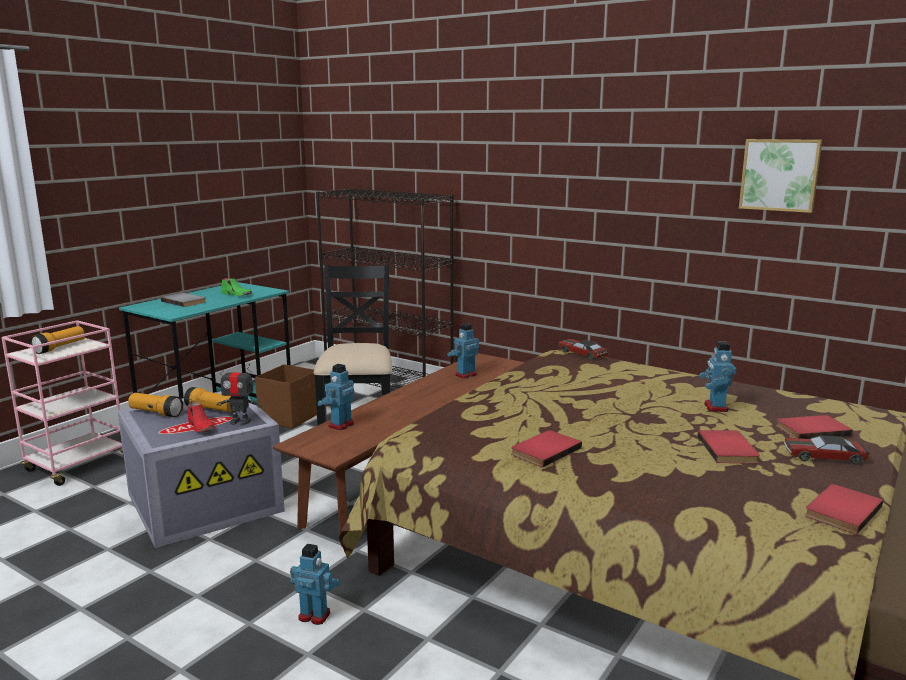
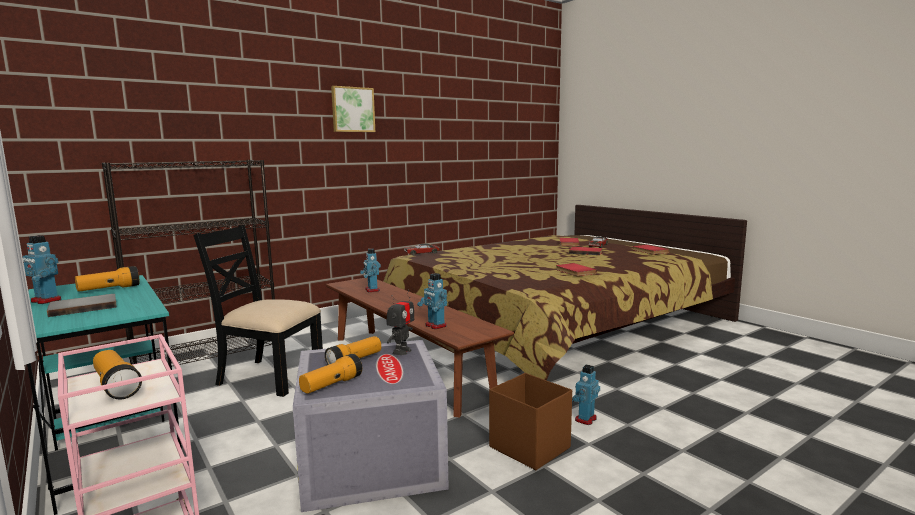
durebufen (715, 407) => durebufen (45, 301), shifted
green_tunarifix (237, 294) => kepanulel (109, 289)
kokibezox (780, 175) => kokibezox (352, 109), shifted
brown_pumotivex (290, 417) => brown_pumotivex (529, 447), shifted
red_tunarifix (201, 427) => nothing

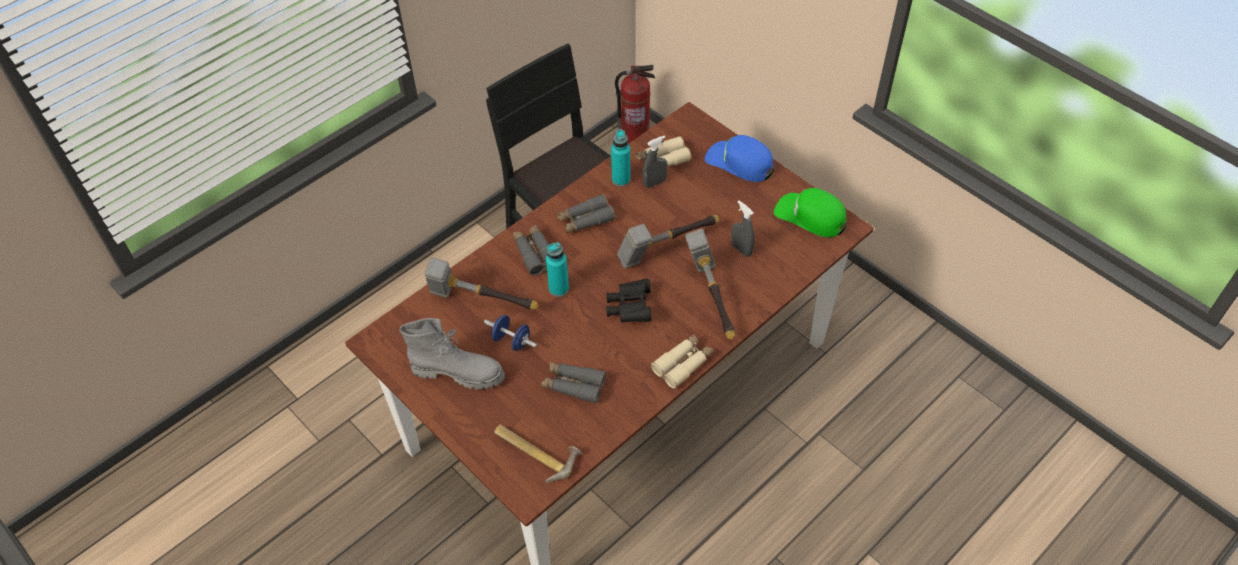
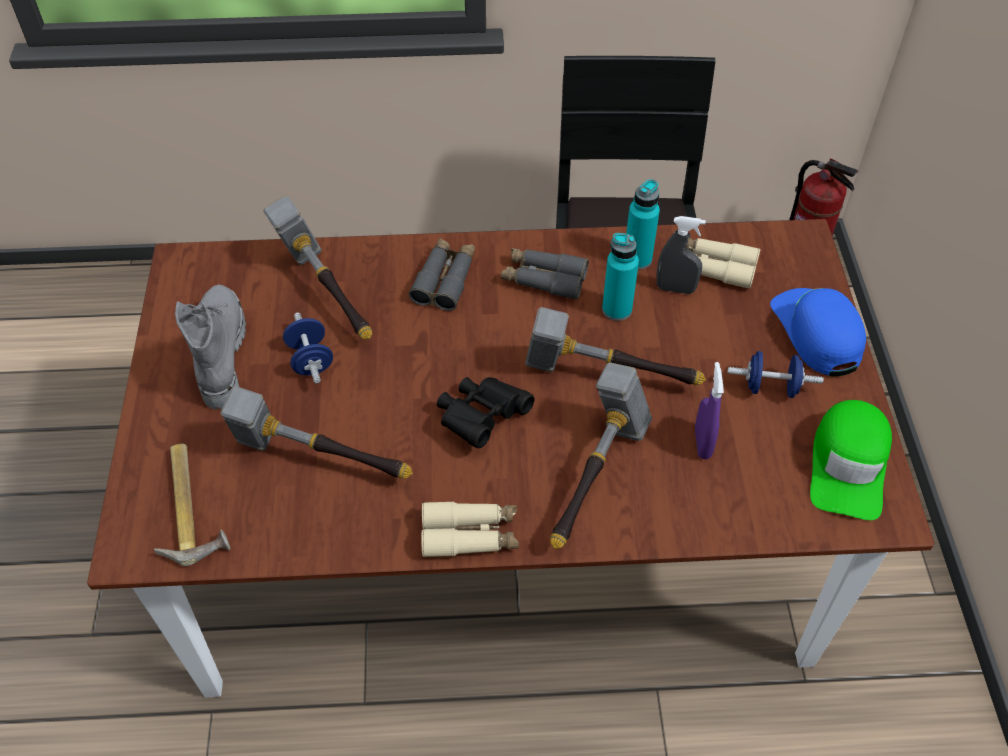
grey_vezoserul (458, 372) => grey_vezoserul (219, 354), 150 degrees counterclockwise
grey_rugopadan (573, 385) => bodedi (317, 461)
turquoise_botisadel (558, 288) => turquoise_botisadel (617, 309), shifted
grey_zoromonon (741, 249) => purple_zoromonon (702, 443)
nothing => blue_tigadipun (771, 387)
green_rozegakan (810, 216) => green_rozegakan (848, 465), 150 degrees counterclockwise

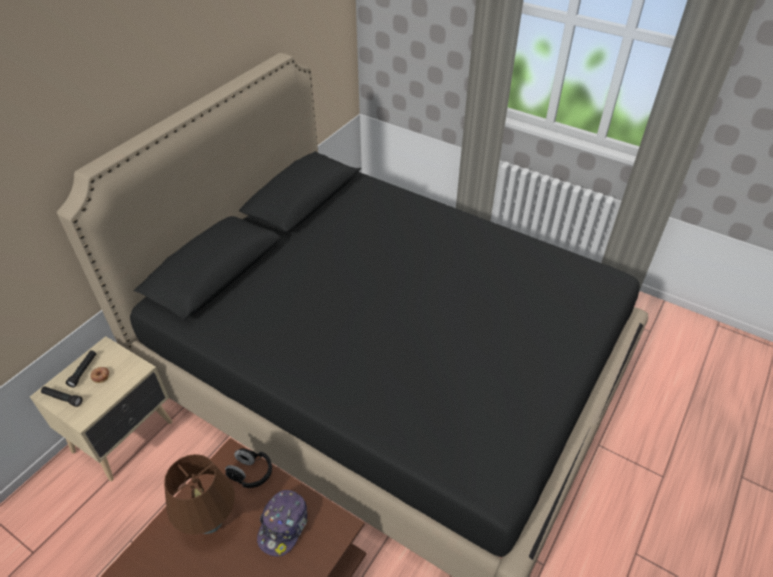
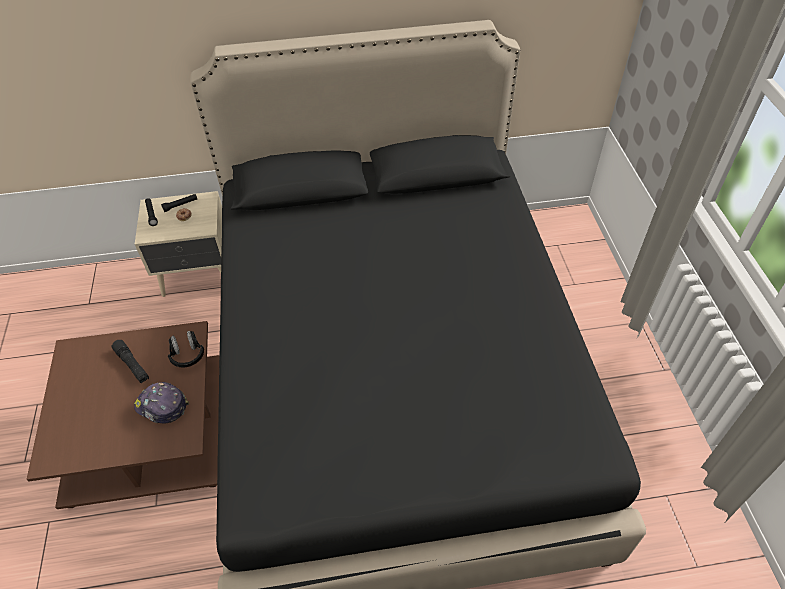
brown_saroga (211, 524) => black_kepanulel (132, 365)
rozegakan (284, 526) => rozegakan (161, 406), 45 degrees clockwise

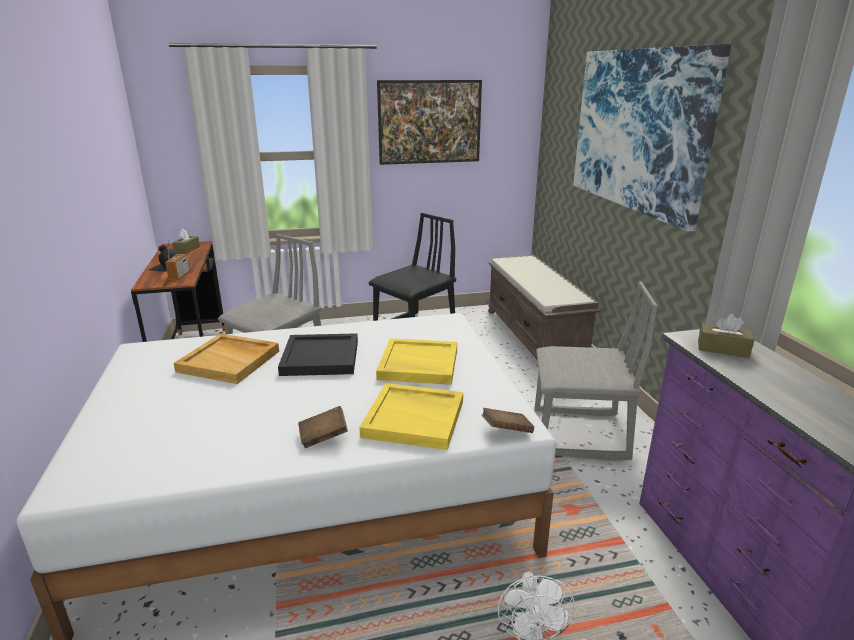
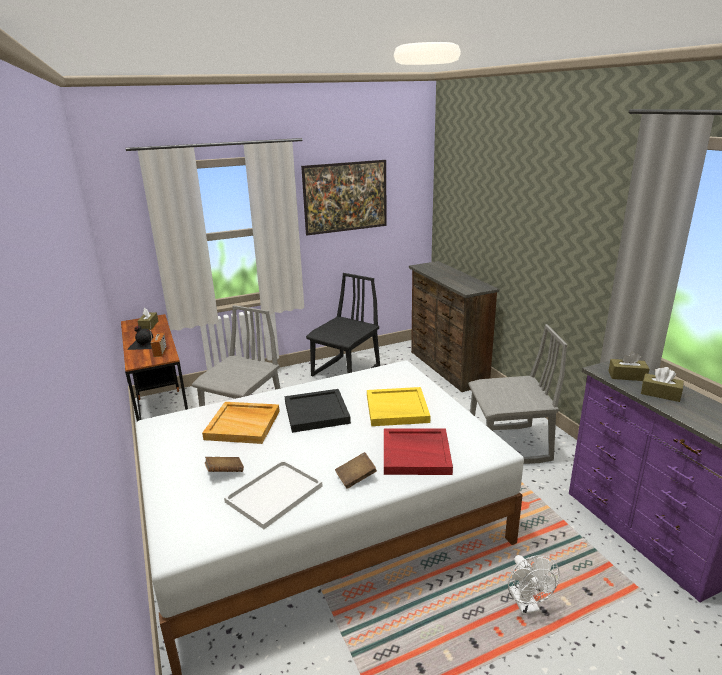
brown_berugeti (506, 431) => brown_berugeti (225, 472), shifted
nothing => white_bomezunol (275, 493)
yellow_bomezunol (415, 418) => red_bomezunol (416, 453)
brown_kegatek (535, 337) => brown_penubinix (447, 368)
nothing => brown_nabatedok (660, 394)
kokibezox (638, 130) => nothing

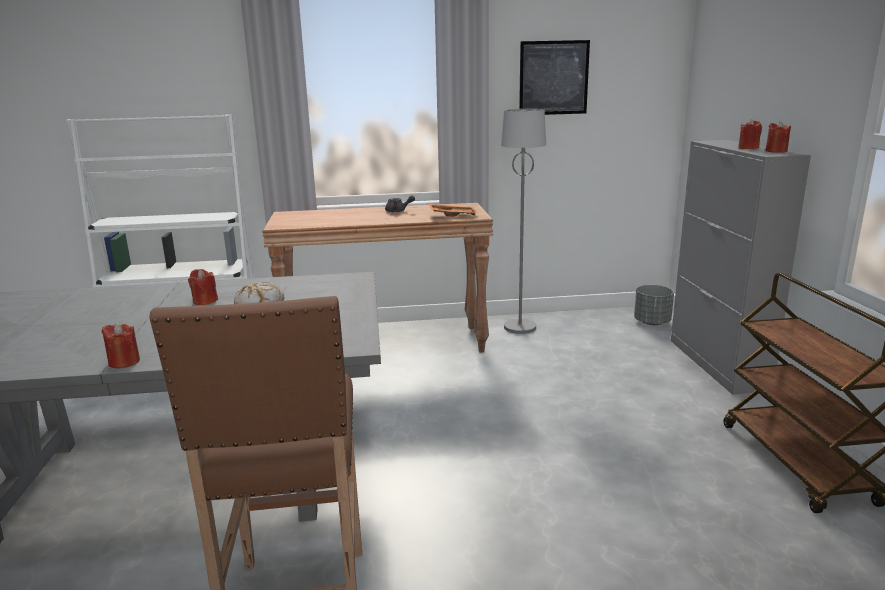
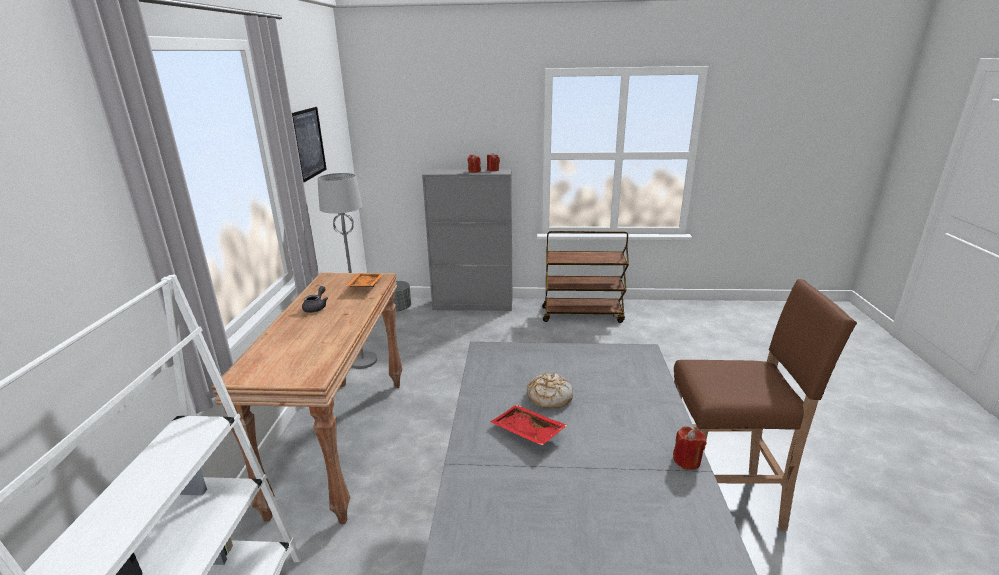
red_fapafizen (205, 301) => red_bomezunol (527, 432)

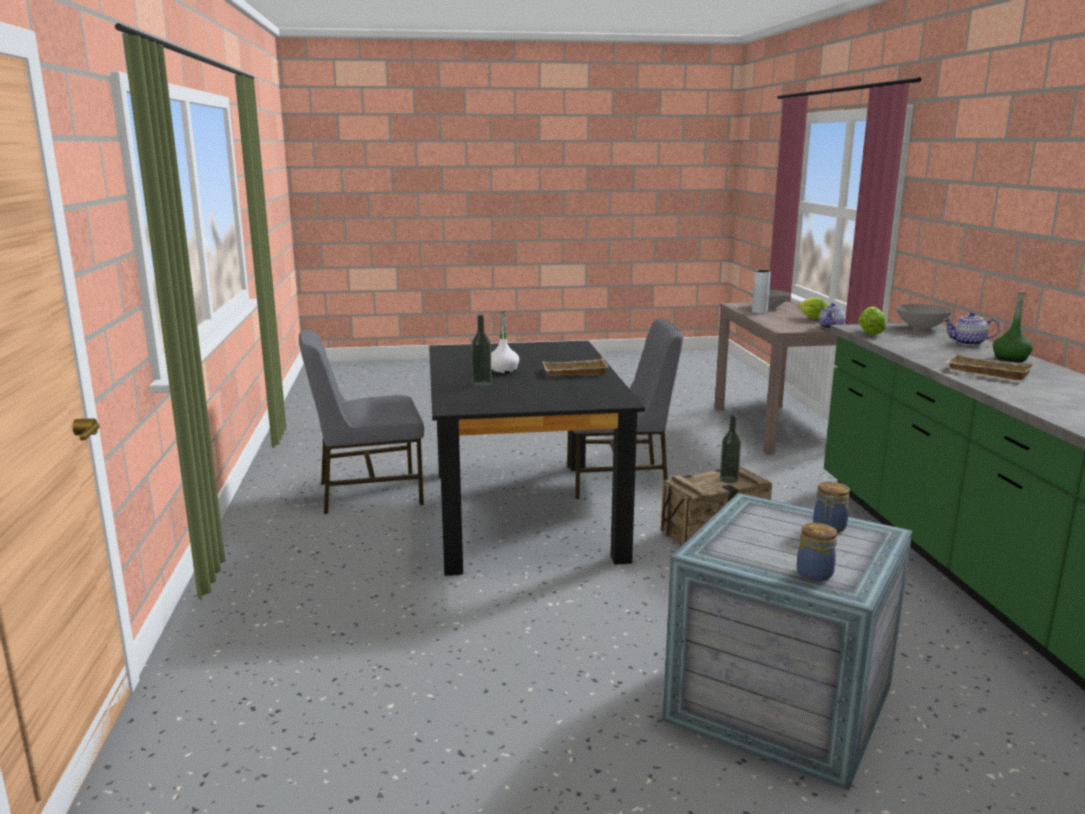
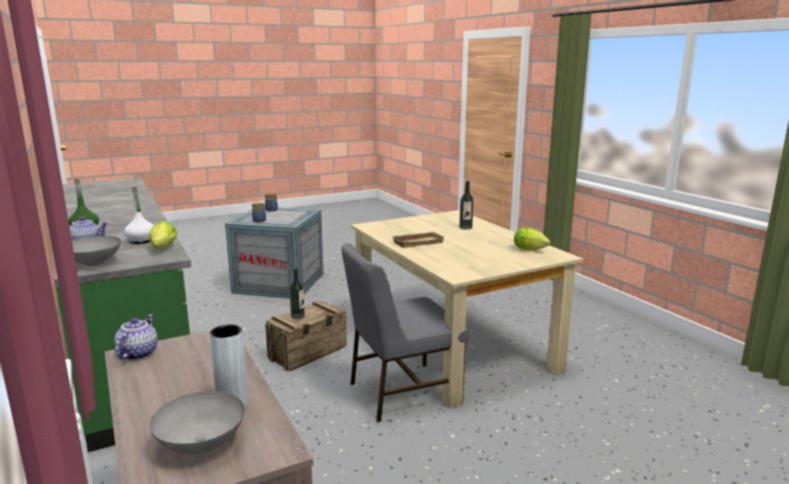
white_botisadel (503, 370) => white_botisadel (141, 241), shifted
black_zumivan (522, 512) => beige_zumivan (454, 346)
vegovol (811, 318) => vegovol (531, 250), shifted
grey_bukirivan (368, 493) => nothing
beige_bomezunol (986, 372) => nothing

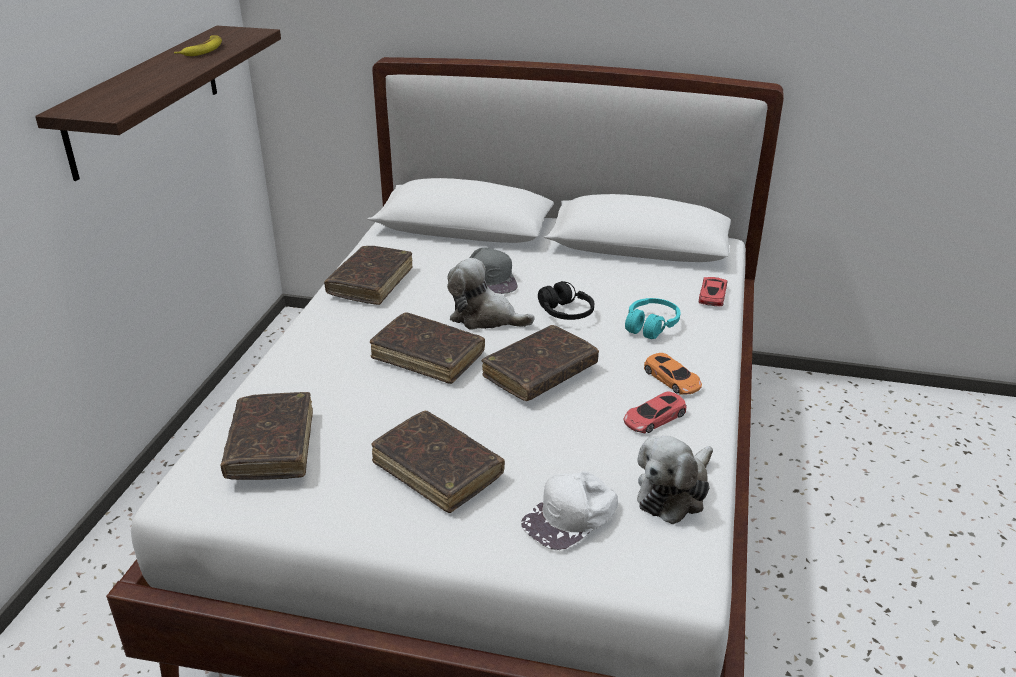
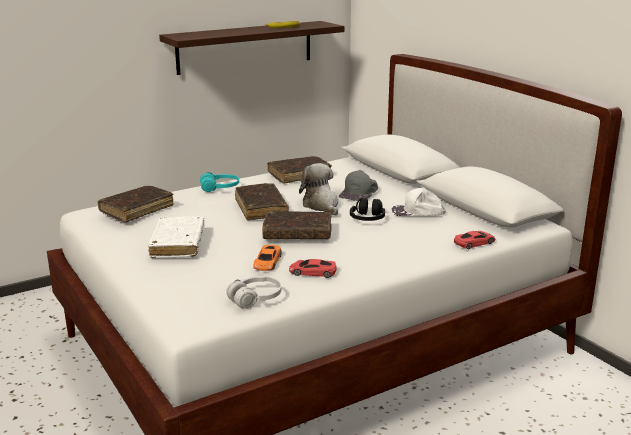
brown_berugeti (437, 470) => white_berugeti (178, 244)
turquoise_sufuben (651, 326) => turquoise_sufuben (220, 188), shifted
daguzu (674, 492) => white_sufuben (255, 299)
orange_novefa (672, 379) => orange_novefa (267, 262), shifted
white_rozegakan (571, 517) => white_rozegakan (418, 212), shifted

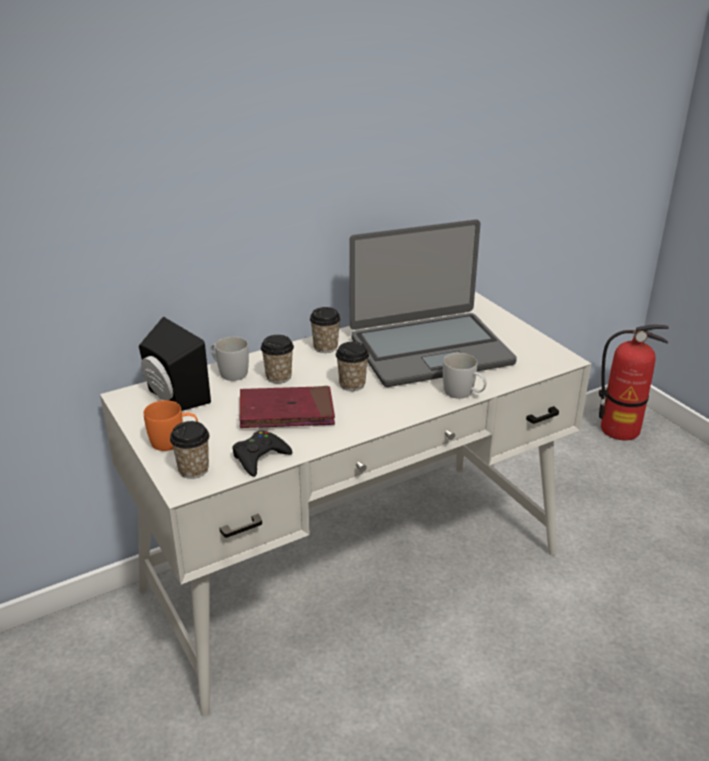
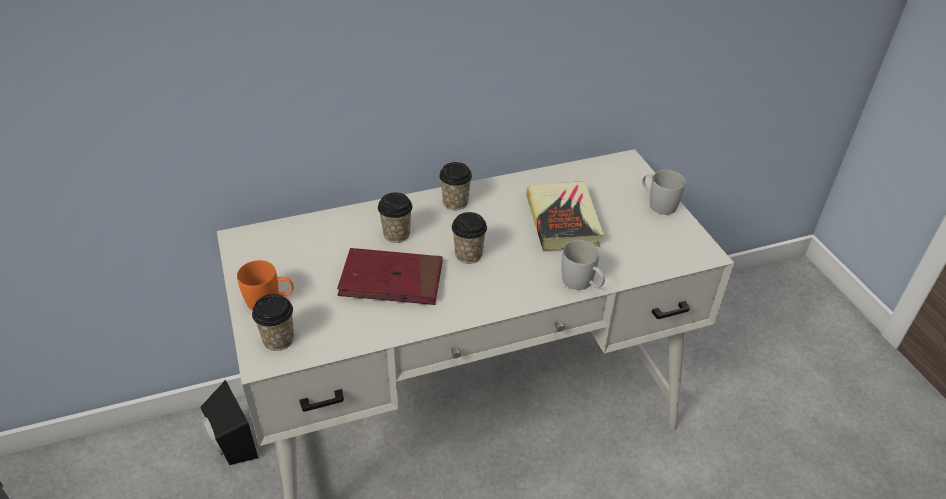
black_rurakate (173, 397) => black_rurakate (230, 445), shifted
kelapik (429, 350) => berugeti (563, 221)
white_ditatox (229, 372) => white_ditatox (657, 203), shifted
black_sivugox (260, 457) => nothing
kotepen (620, 430) => nothing

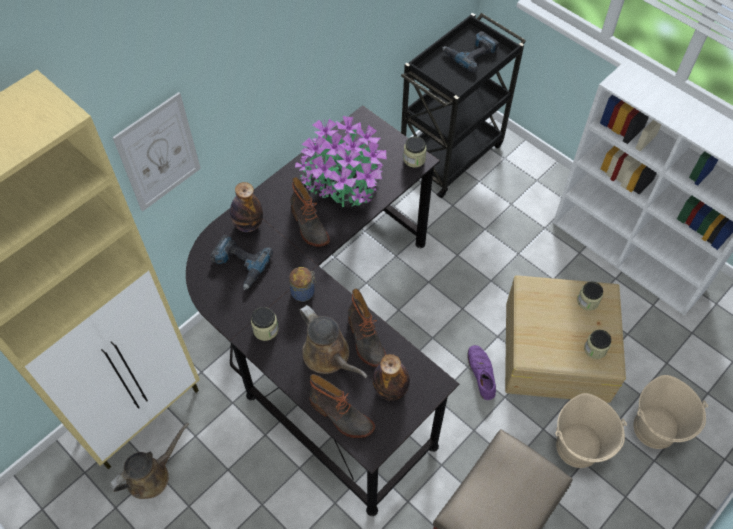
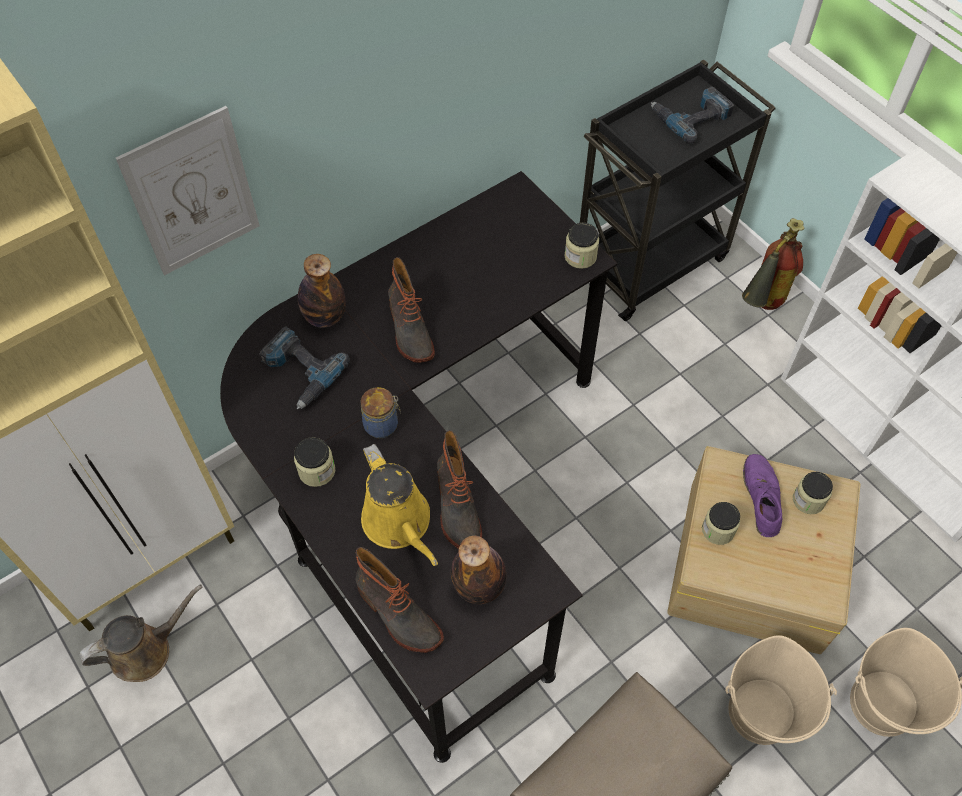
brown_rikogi (329, 356) => yellow_rikogi (399, 523)
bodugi (595, 349) => bodugi (718, 530), shifted
nothing => kotepen (760, 307)
purple_tunarifix (481, 374) => purple_tunarifix (761, 498), shifted
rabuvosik (343, 182) => nothing

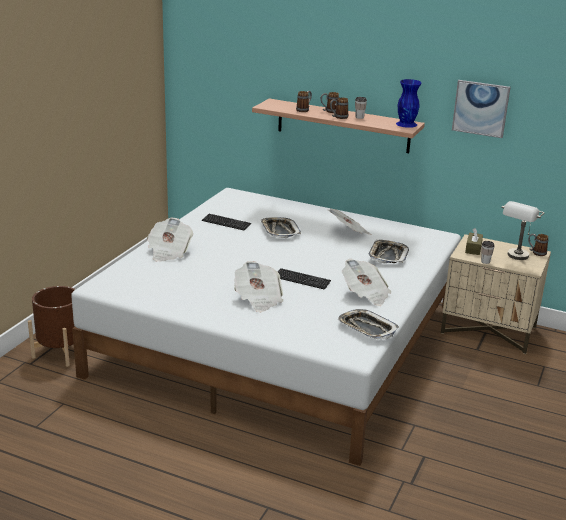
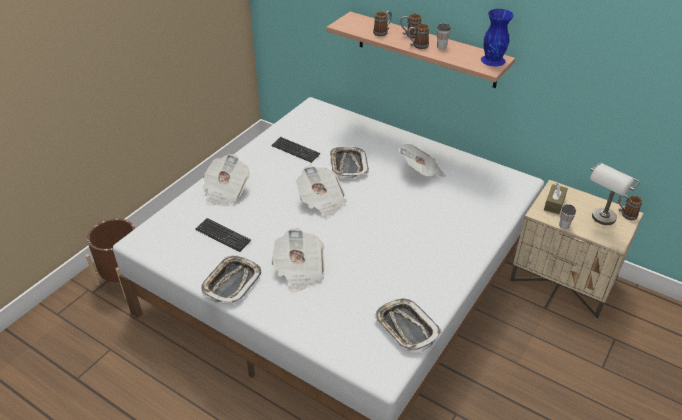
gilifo (302, 280) => gilifo (223, 236), shifted
bomezunol (388, 255) => bomezunol (231, 282), shifted
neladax (365, 294) => neladax (321, 202), shifted
kokibezox (480, 108) => nothing

